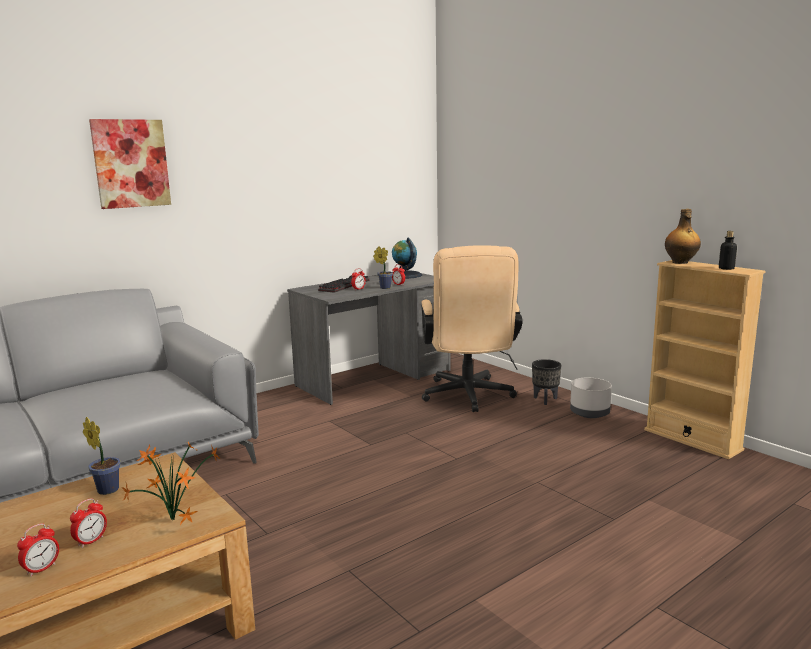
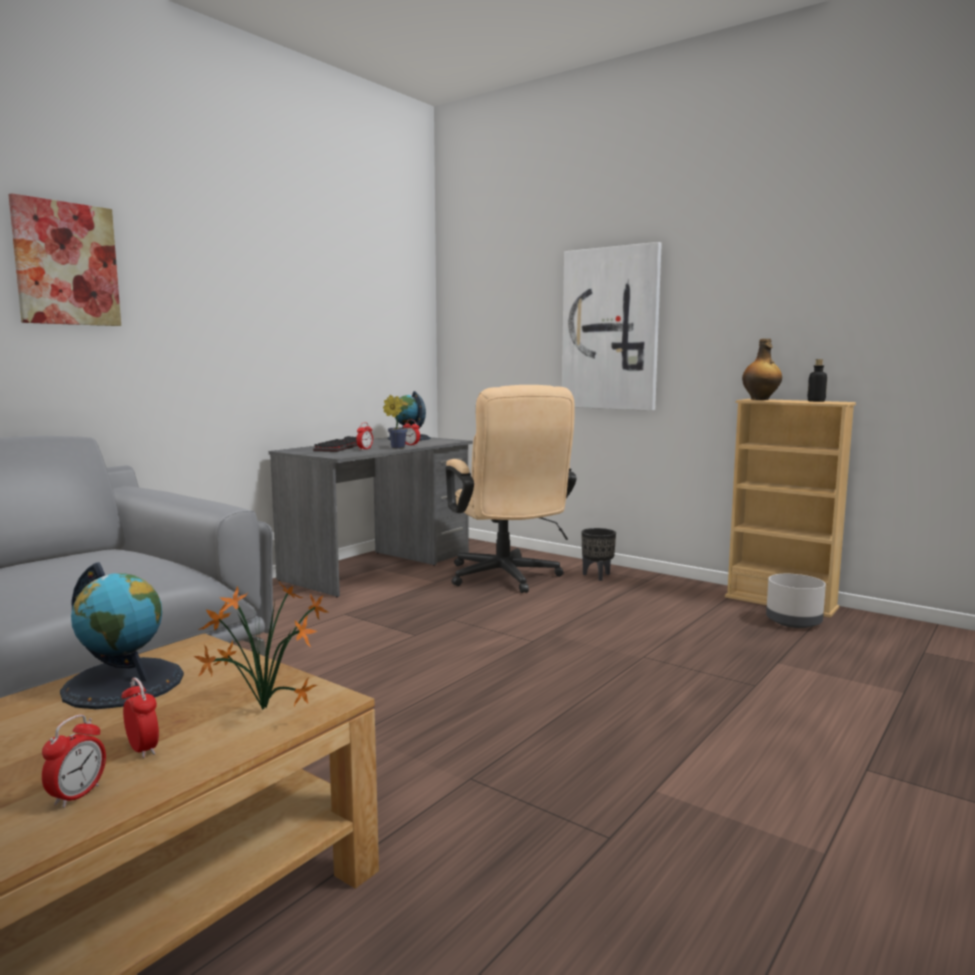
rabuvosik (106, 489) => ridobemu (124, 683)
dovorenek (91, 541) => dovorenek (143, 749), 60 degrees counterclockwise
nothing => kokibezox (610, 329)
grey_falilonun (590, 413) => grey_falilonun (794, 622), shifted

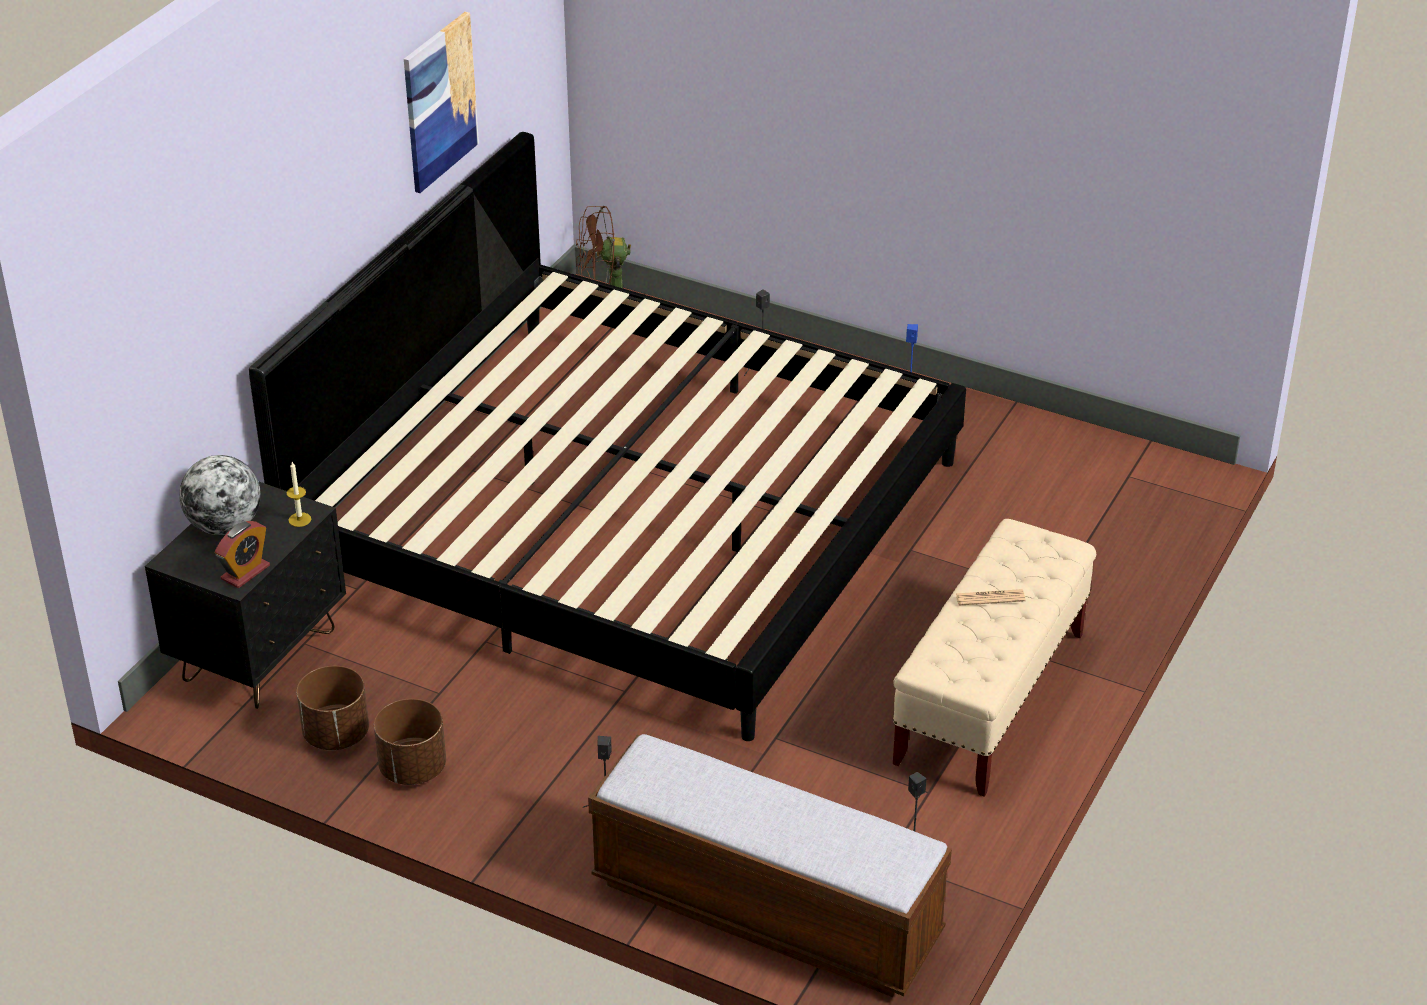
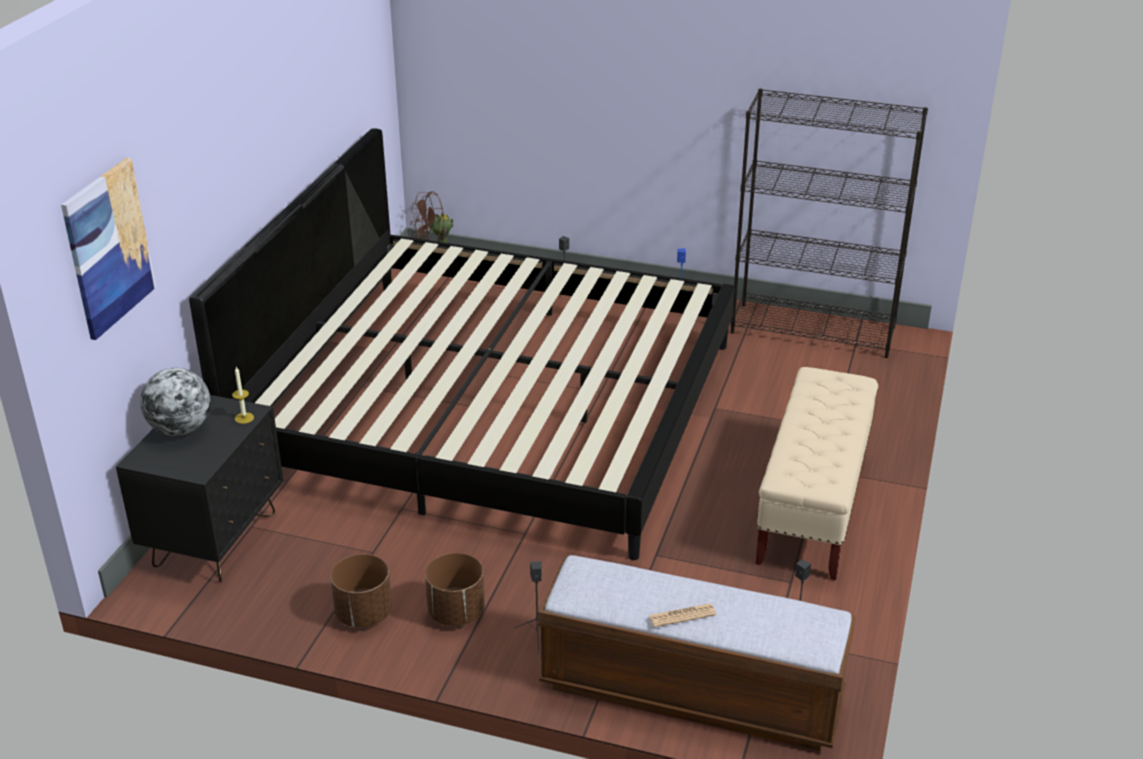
kokibezox (439, 101) => kokibezox (108, 248), shifted
brown_falilonun (336, 735) => brown_falilonun (456, 613), shifted
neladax (990, 598) => neladax (682, 615), shifted
nothing => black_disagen (814, 330)
dovorenek (245, 572) => nothing

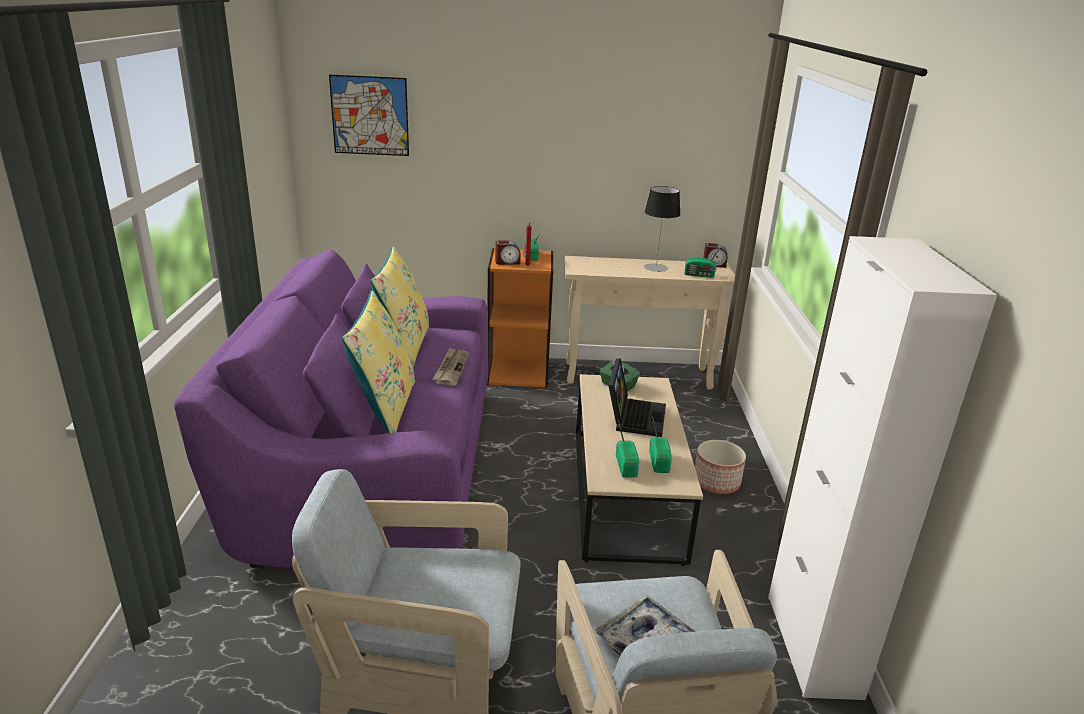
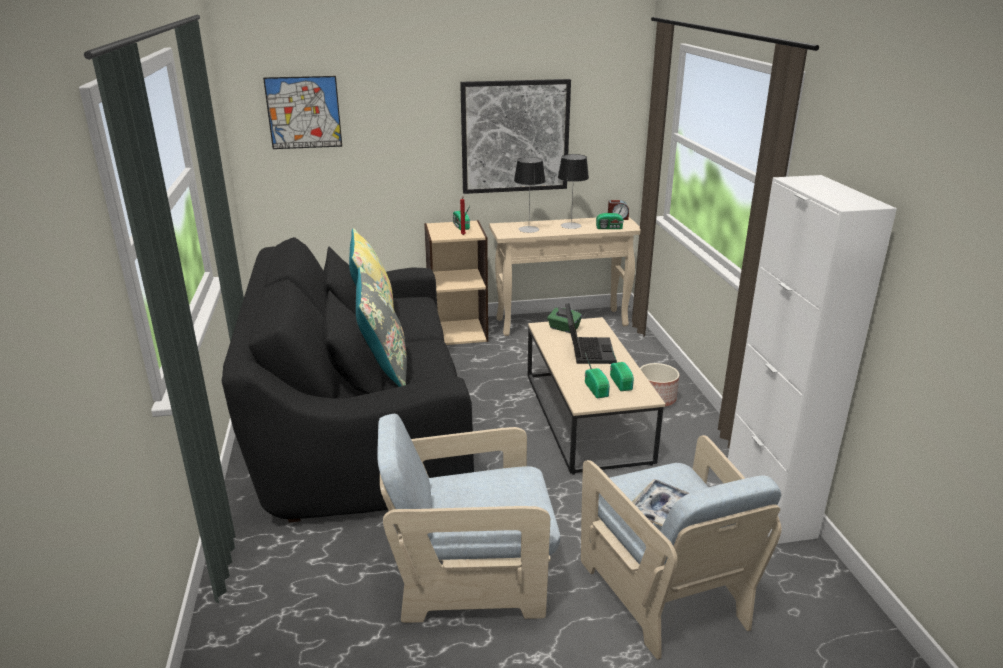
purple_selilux (372, 466) => black_selilux (361, 426)
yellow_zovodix (384, 408) => grey_zovodix (384, 368)
orange_disagen (518, 372) => beige_disagen (457, 332)
nothing => kokibezox (515, 136)
nothing => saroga (528, 229)
neladax (451, 368) => nothing
dovorenek (507, 262) => nothing

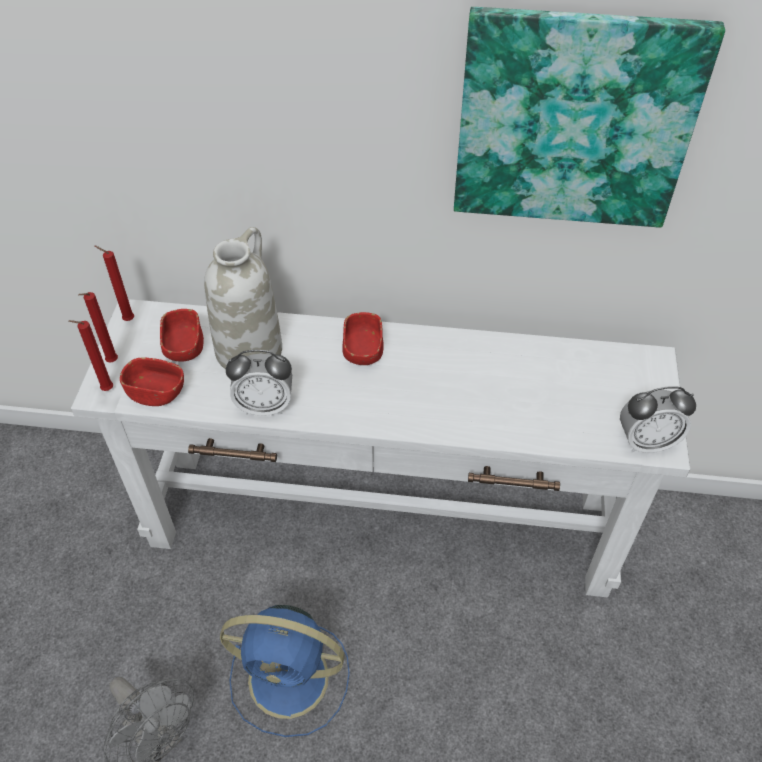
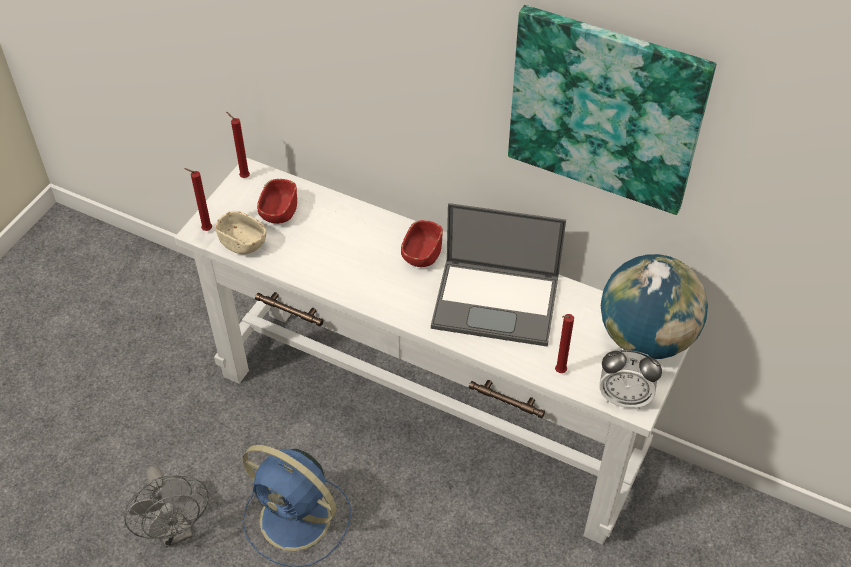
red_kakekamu (156, 393) => beige_kakekamu (243, 243)
nothing => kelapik (497, 301)
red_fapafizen (111, 362) => red_fapafizen (559, 372), shifted
nothing => ridobemu (646, 338)
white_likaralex (249, 349) => nothing
dovorenek (265, 406) => nothing

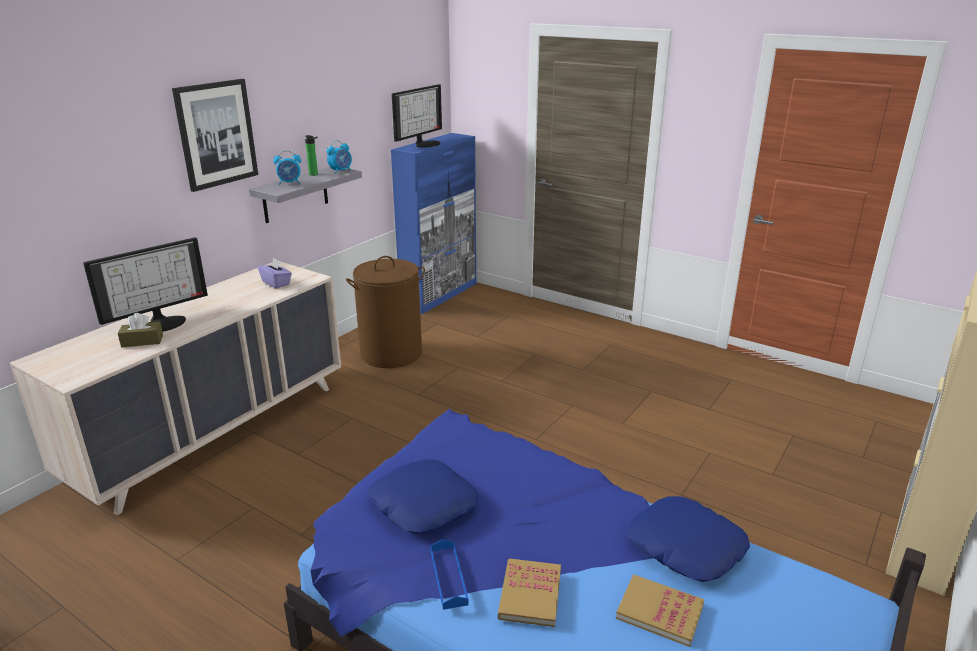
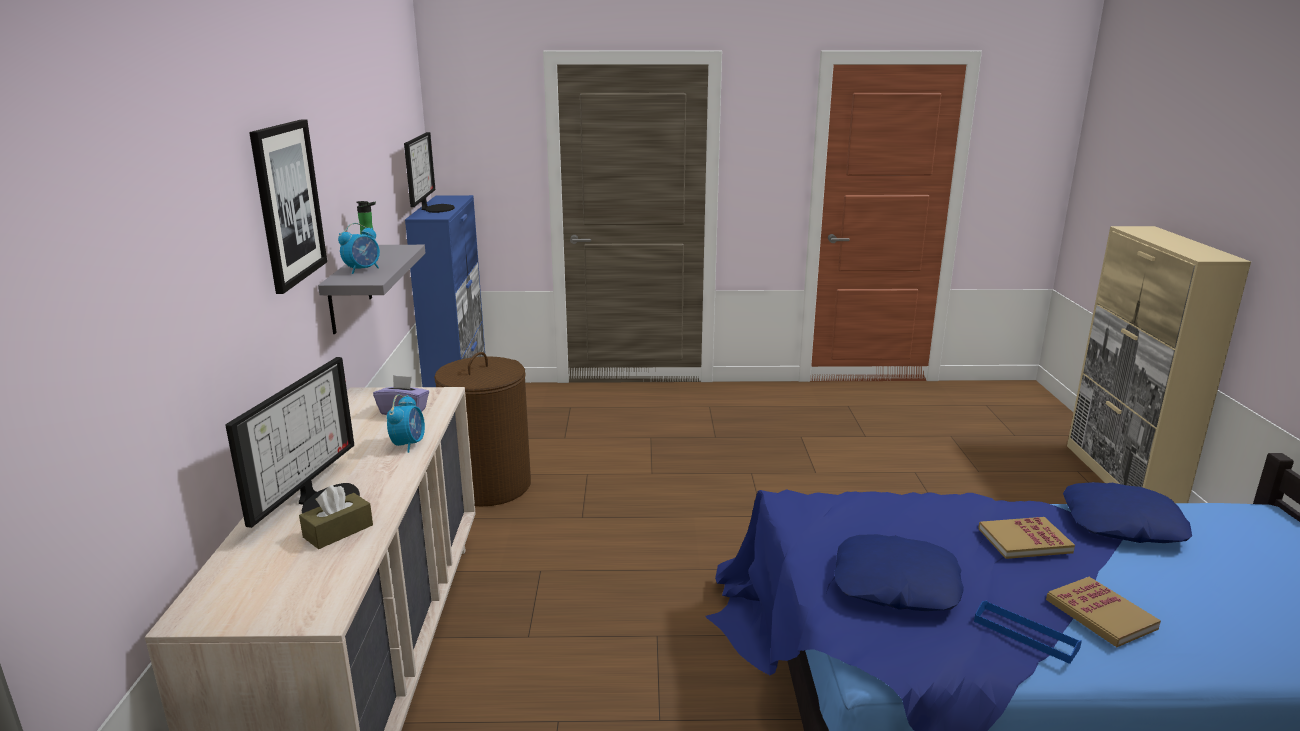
dovorenek (341, 171) => dovorenek (408, 444), shifted
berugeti (660, 612) => berugeti (1024, 540), shifted

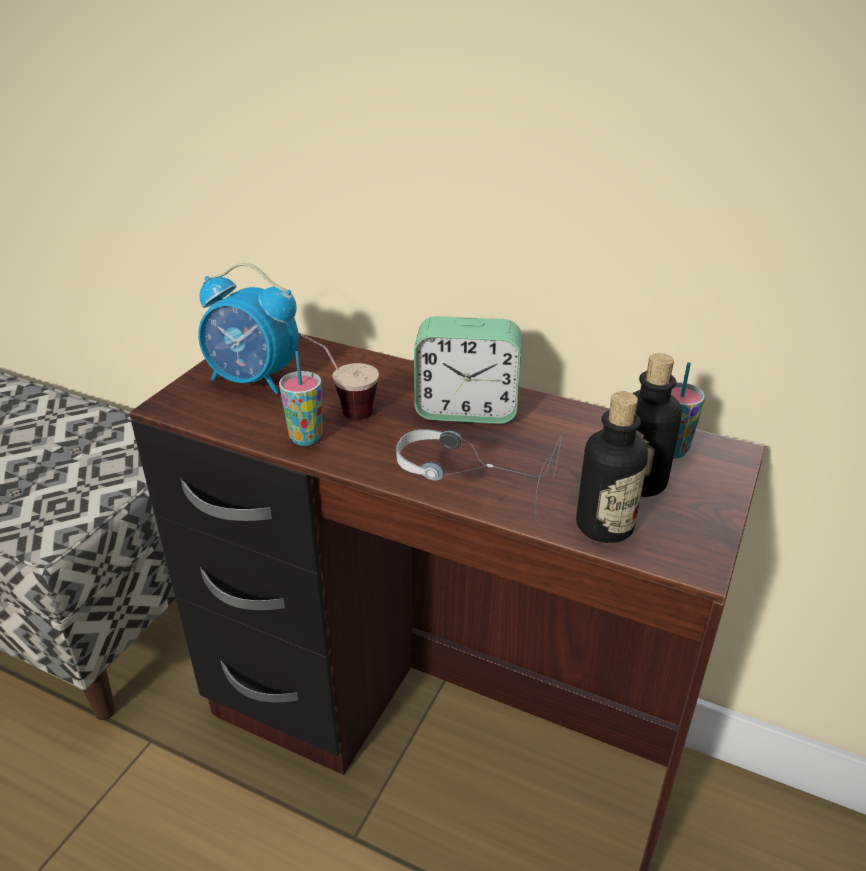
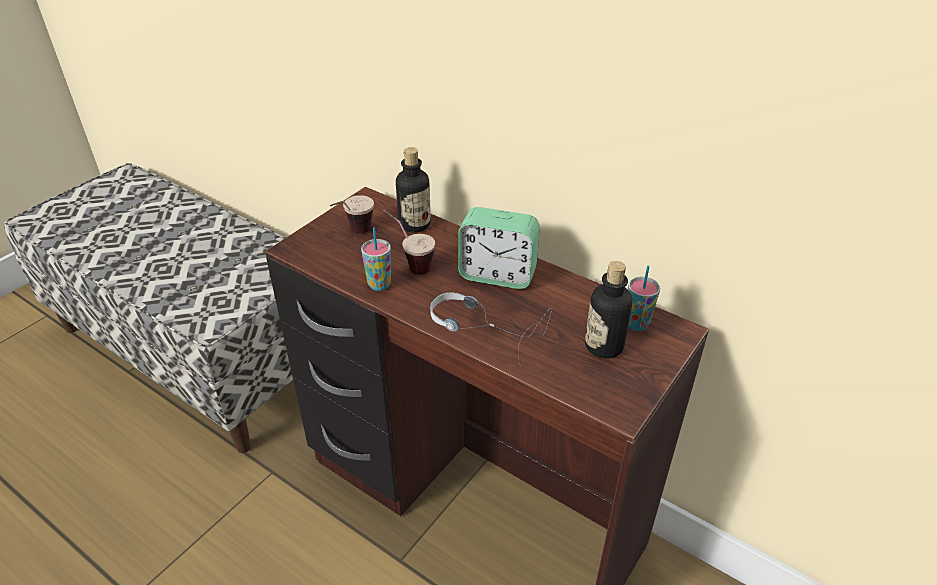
dovorenek (254, 380) => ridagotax (353, 234)
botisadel (604, 525) => botisadel (414, 224), shifted

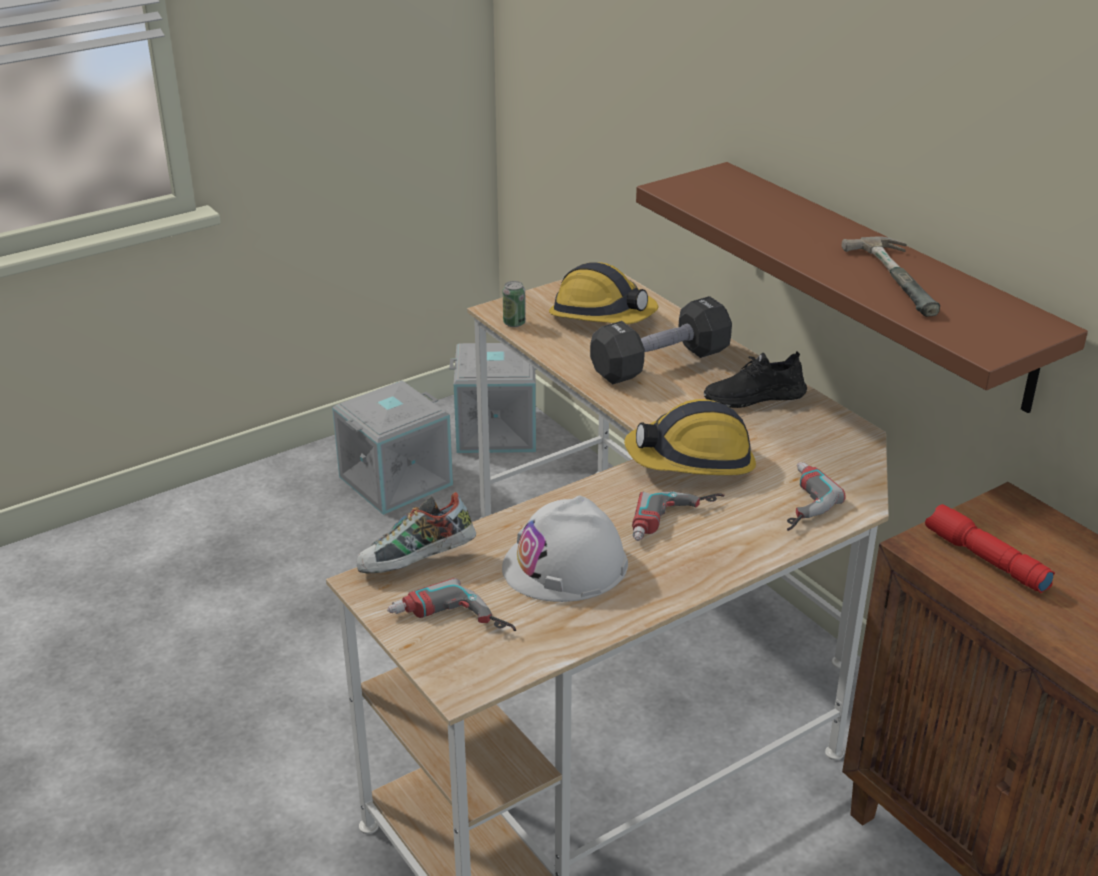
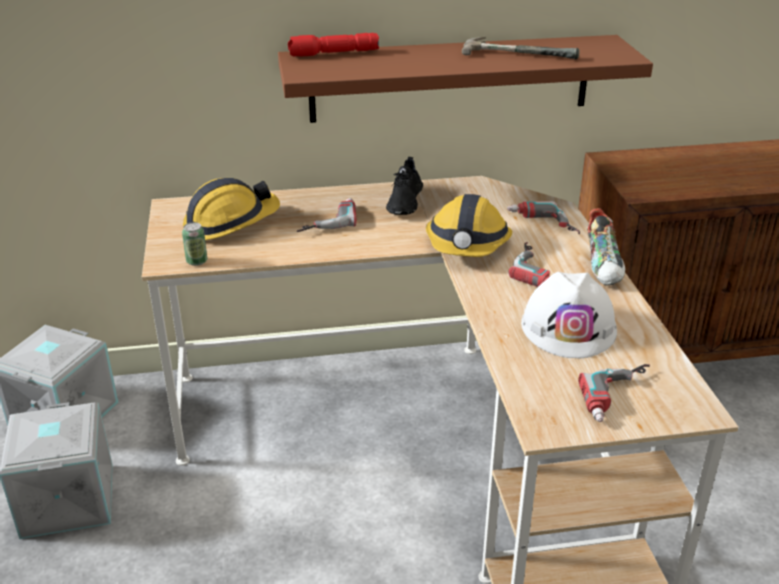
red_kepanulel (984, 560) => red_kepanulel (333, 54), shifted
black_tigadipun (660, 363) => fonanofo (326, 220)
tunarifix (417, 564) => tunarifix (604, 267), shifted

